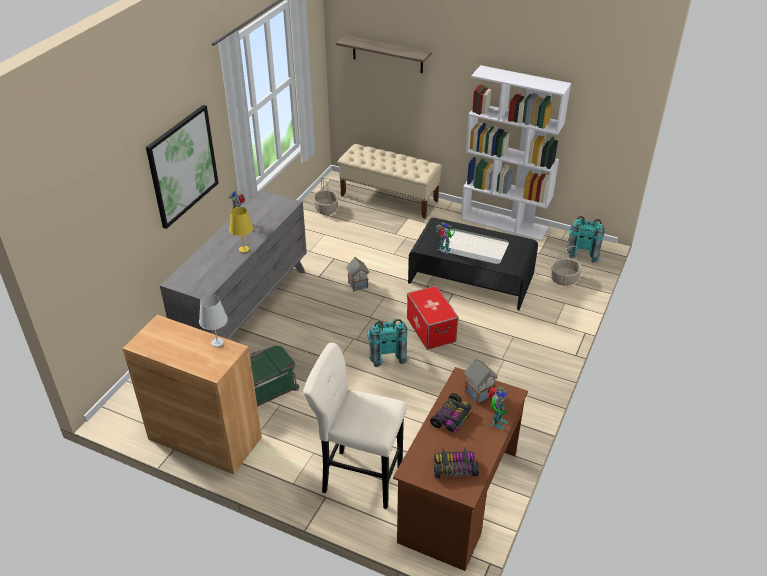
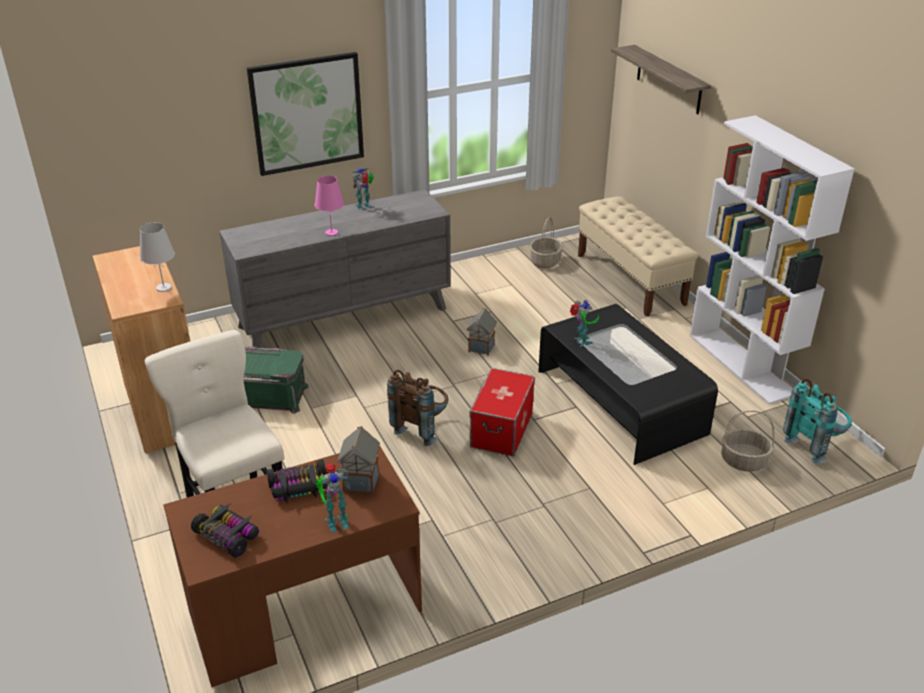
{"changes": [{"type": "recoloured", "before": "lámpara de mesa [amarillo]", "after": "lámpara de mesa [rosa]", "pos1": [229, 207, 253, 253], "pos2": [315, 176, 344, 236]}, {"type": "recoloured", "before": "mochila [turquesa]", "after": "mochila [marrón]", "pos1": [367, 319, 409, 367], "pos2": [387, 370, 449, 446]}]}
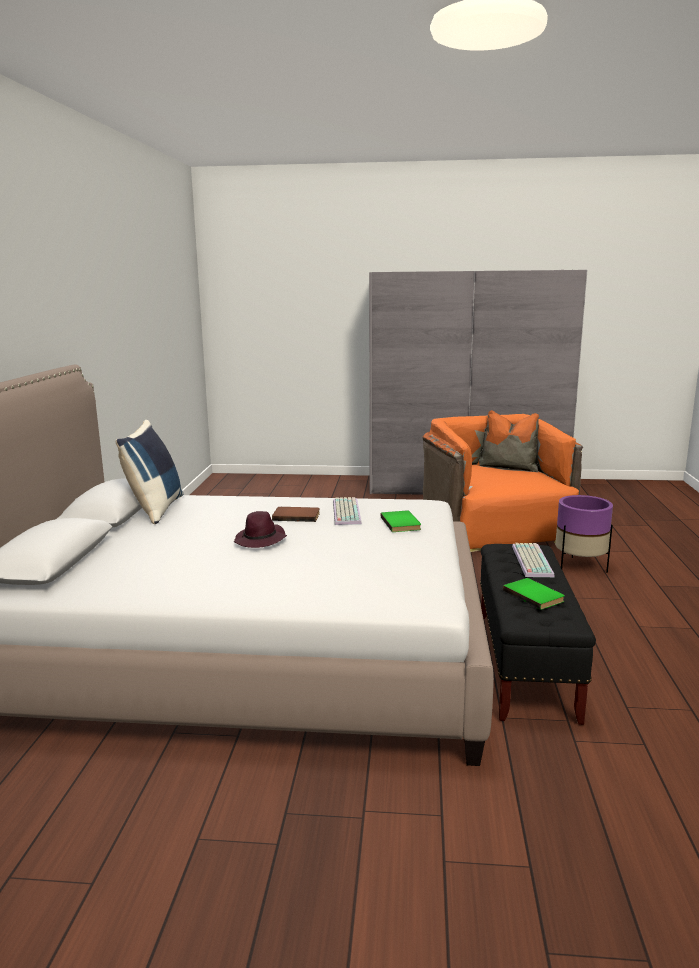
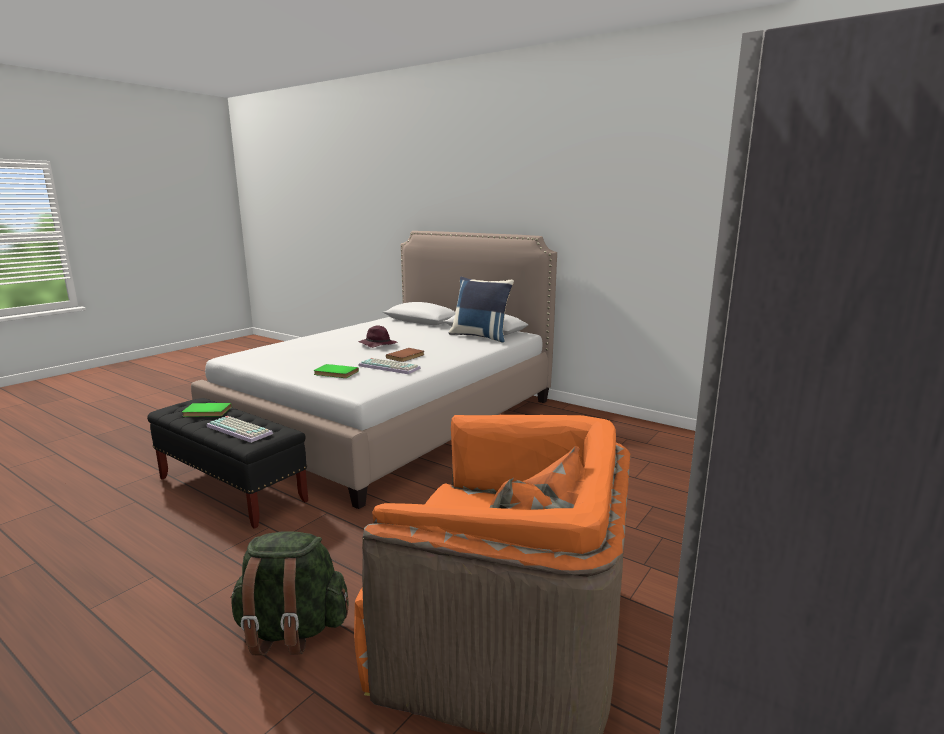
{"changes": [{"type": "replaced", "before": "maceta [morado]", "after": "mochila [verde]", "pos1": [555, 495, 613, 573], "pos2": [230, 532, 349, 656]}]}
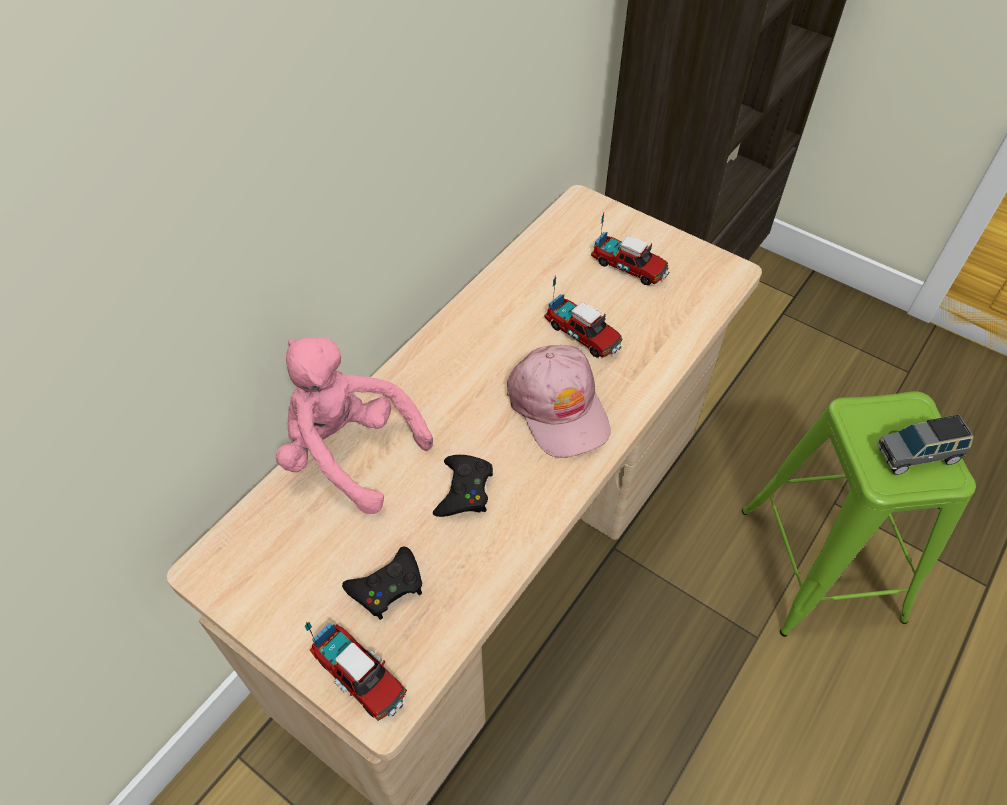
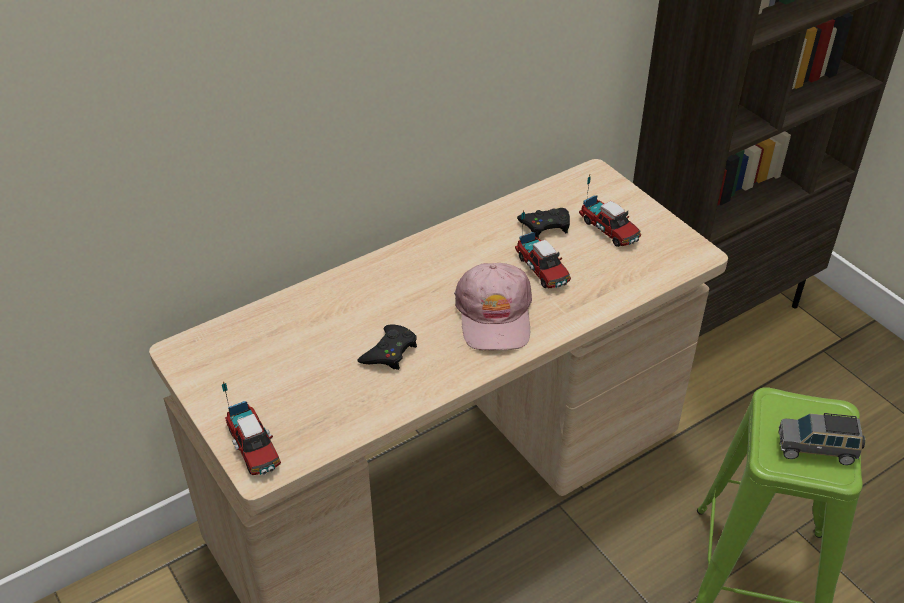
{"changes": [{"type": "removed", "before": "peluche [rosa]", "pos1": [276, 337, 433, 514]}, {"type": "moved", "before": "mando de consola [negro]", "pos1": [342, 546, 422, 620], "pos2": [517, 208, 570, 238]}]}
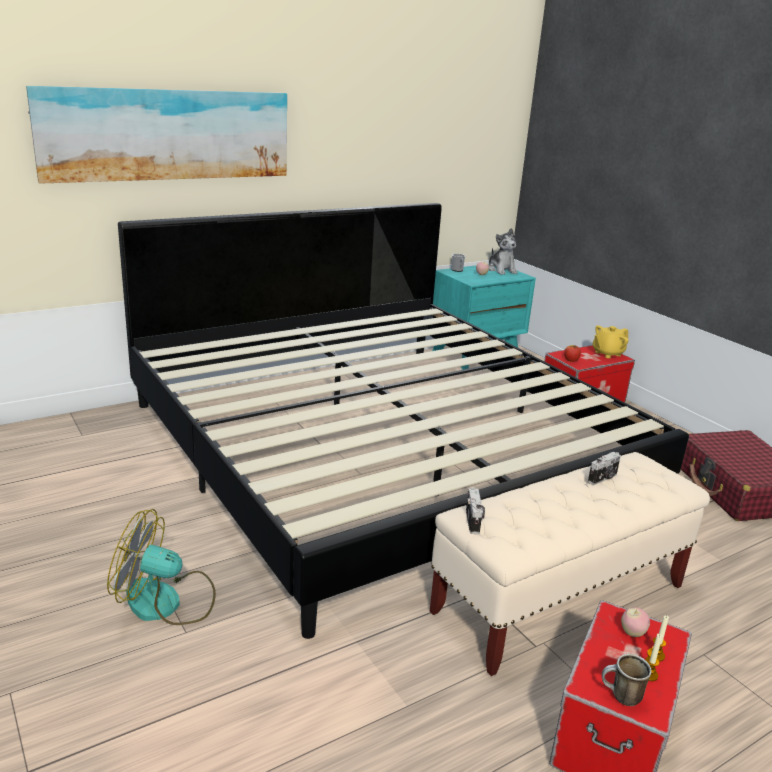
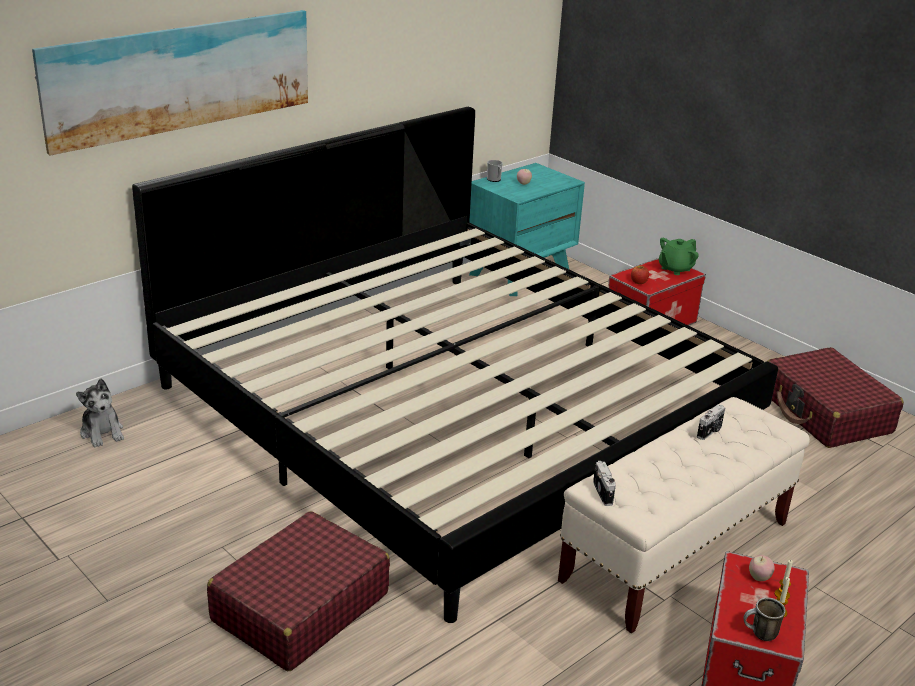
{"changes": [{"type": "moved", "before": "peluche", "pos1": [489, 228, 518, 275], "pos2": [76, 378, 124, 448]}, {"type": "replaced", "before": "ventilador", "after": "maleta [rojo]", "pos1": [107, 509, 216, 625], "pos2": [207, 511, 390, 671]}, {"type": "recoloured", "before": "tetera [amarillo]", "after": "tetera [verde]", "pos1": [593, 325, 629, 358], "pos2": [659, 238, 699, 275]}]}
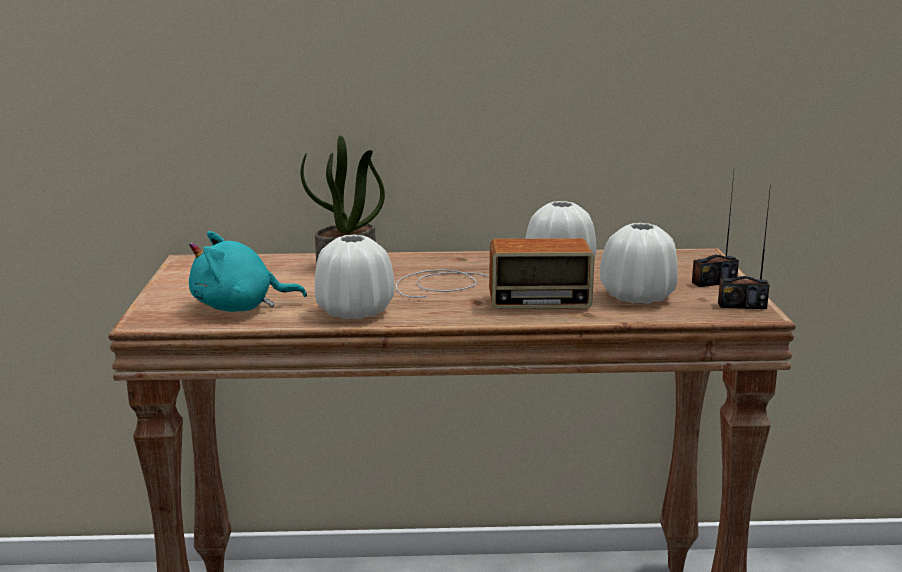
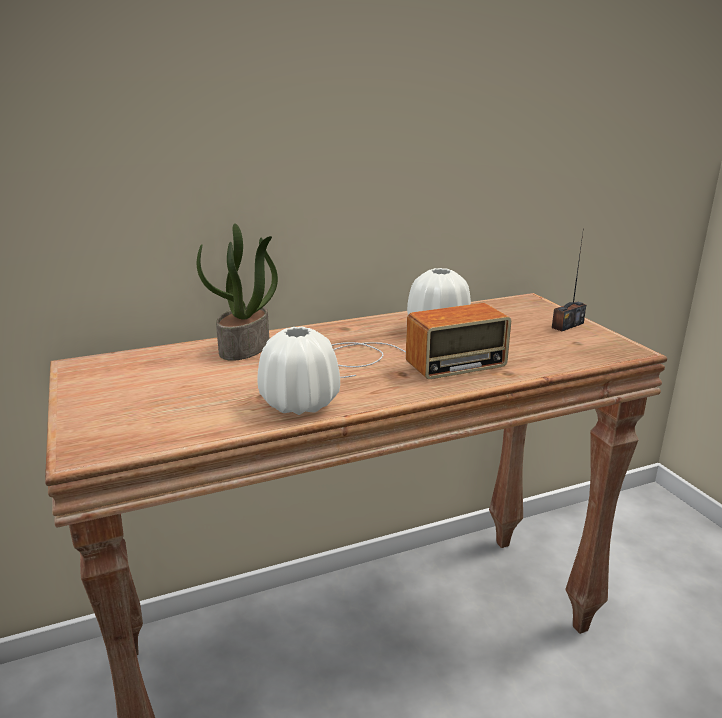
{"changes": [{"type": "removed", "before": "peluche [turquesa]", "pos1": [189, 231, 307, 312]}, {"type": "removed", "before": "florero [blanco]", "pos1": [600, 223, 678, 304]}, {"type": "removed", "before": "radio", "pos1": [718, 185, 771, 309]}]}
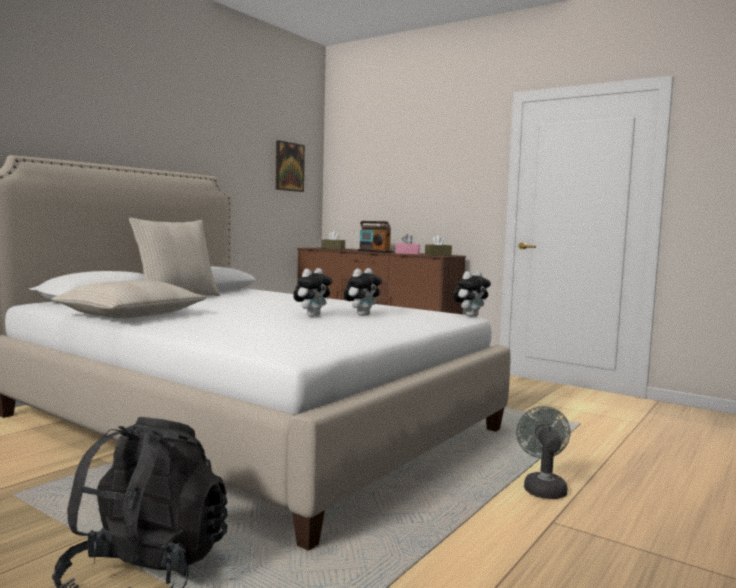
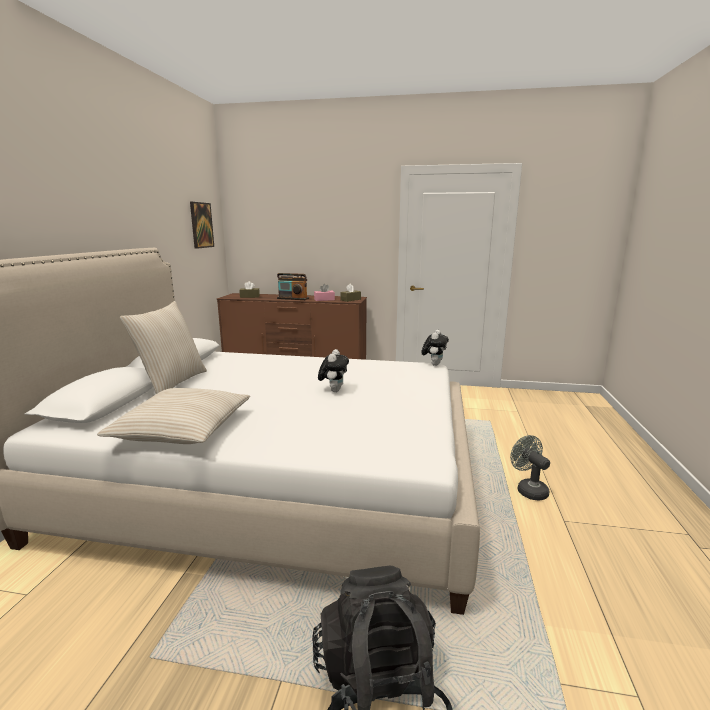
{"changes": [{"type": "removed", "before": "peluche", "pos1": [344, 268, 382, 316]}]}
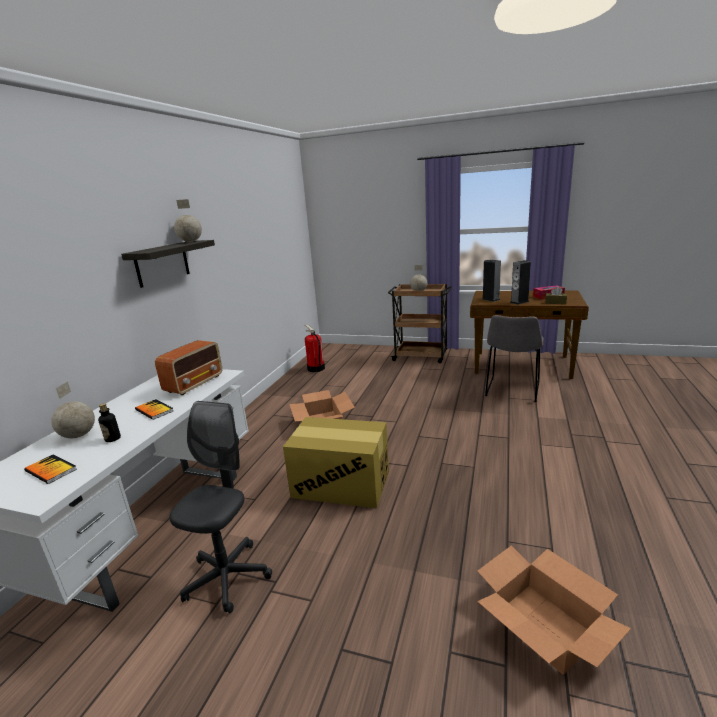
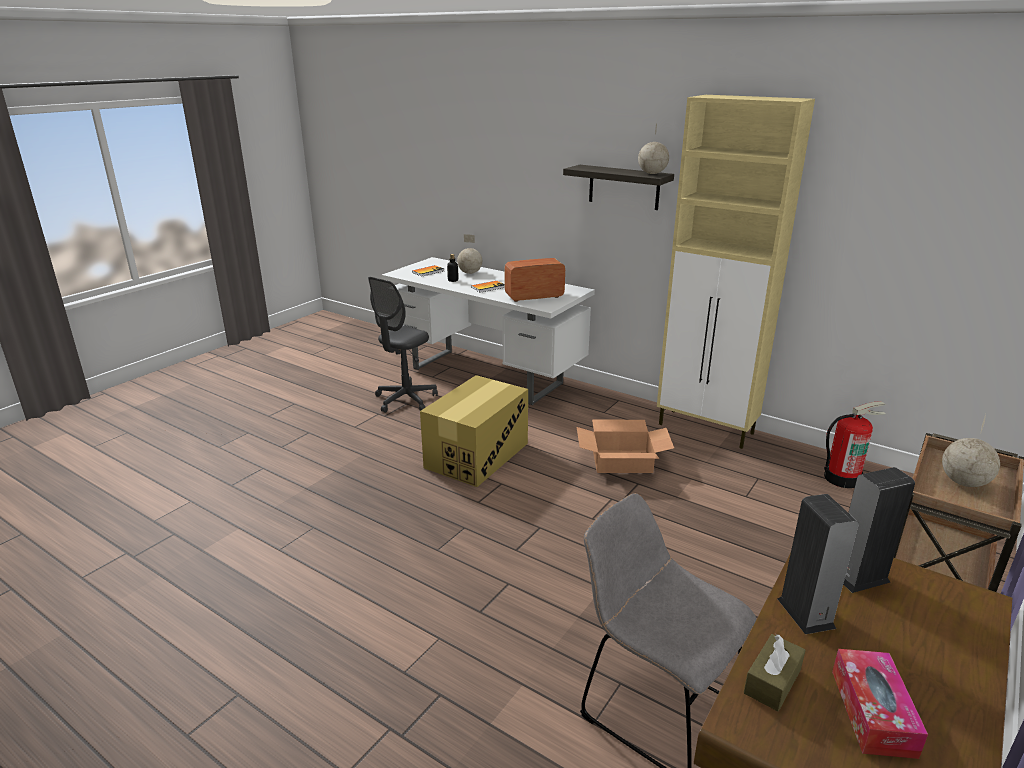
{"changes": [{"type": "removed", "before": "caja de cartón", "pos1": [477, 545, 631, 675]}, {"type": "added", "after": "armario [beis]", "pos2": [657, 95, 815, 449]}, {"type": "turned", "before": "radio", "pos1": [155, 340, 222, 395], "pos2": [504, 258, 565, 302], "turn": 120}, {"type": "turned", "before": "silla de oficina [gris]", "pos1": [169, 401, 272, 613], "pos2": [368, 277, 438, 413], "turn": 90}]}
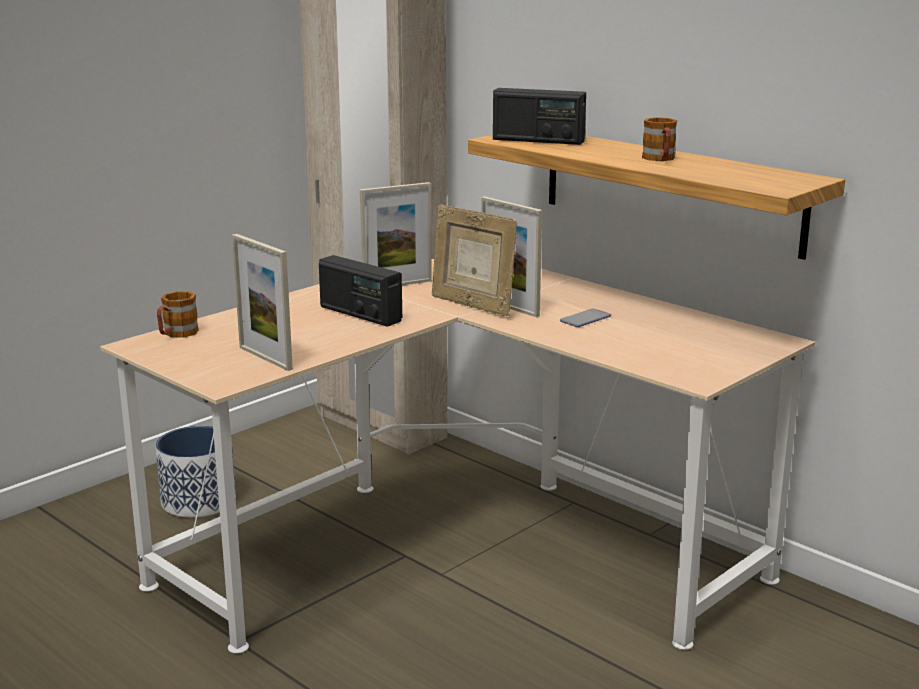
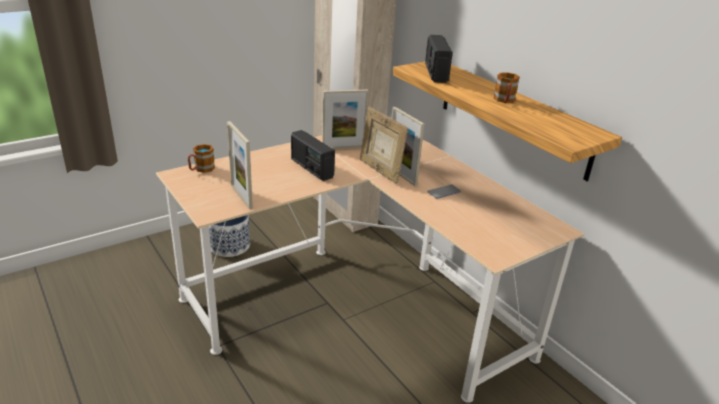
{"changes": [{"type": "turned", "before": "radio", "pos1": [493, 88, 586, 145], "pos2": [425, 35, 453, 83], "turn": 60}]}
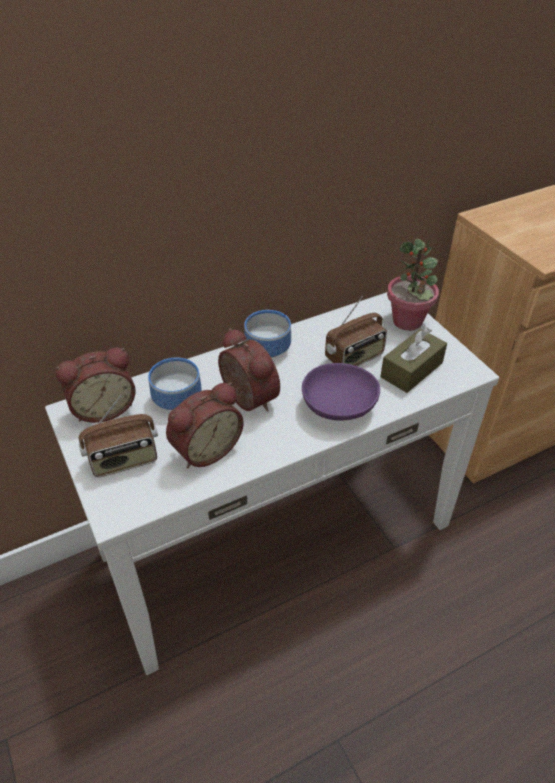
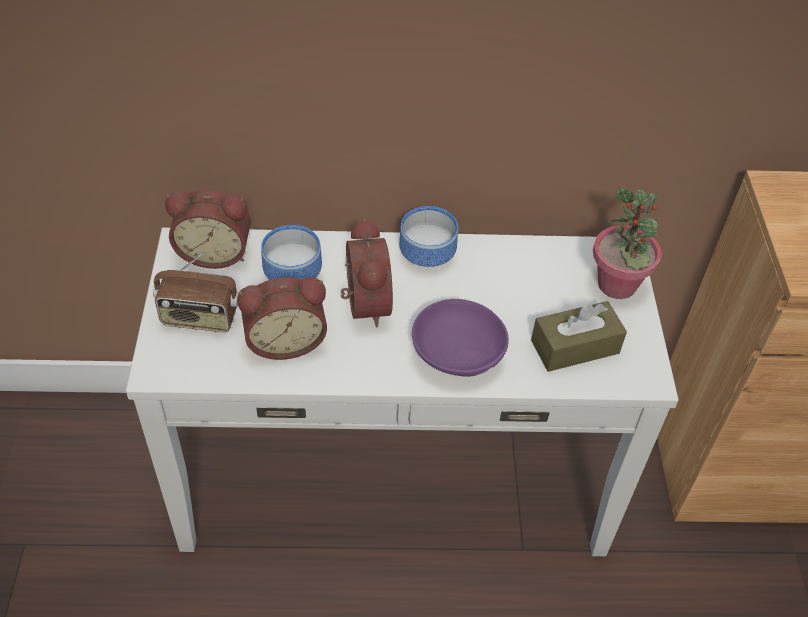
{"changes": [{"type": "removed", "before": "radio", "pos1": [325, 297, 387, 366]}]}
